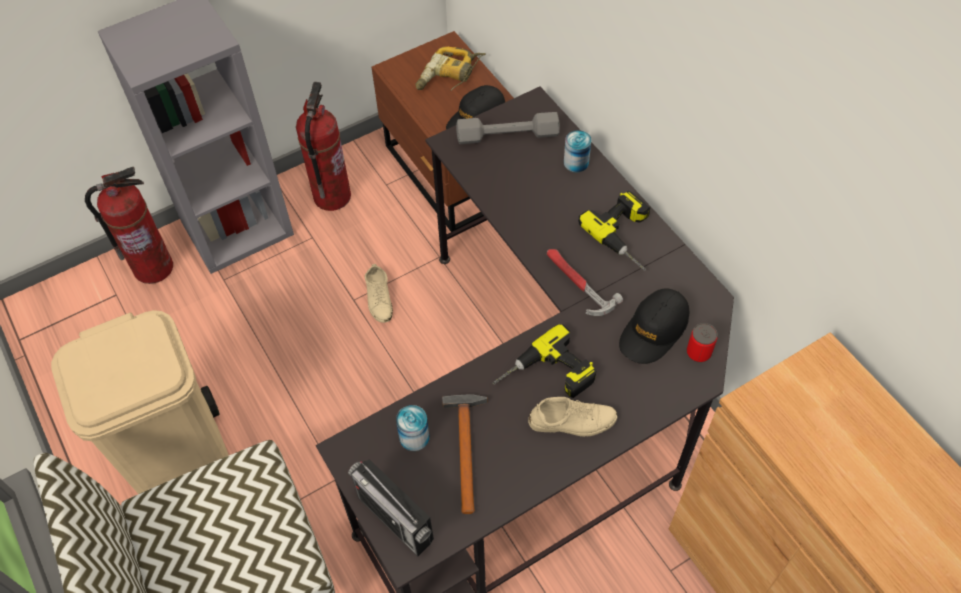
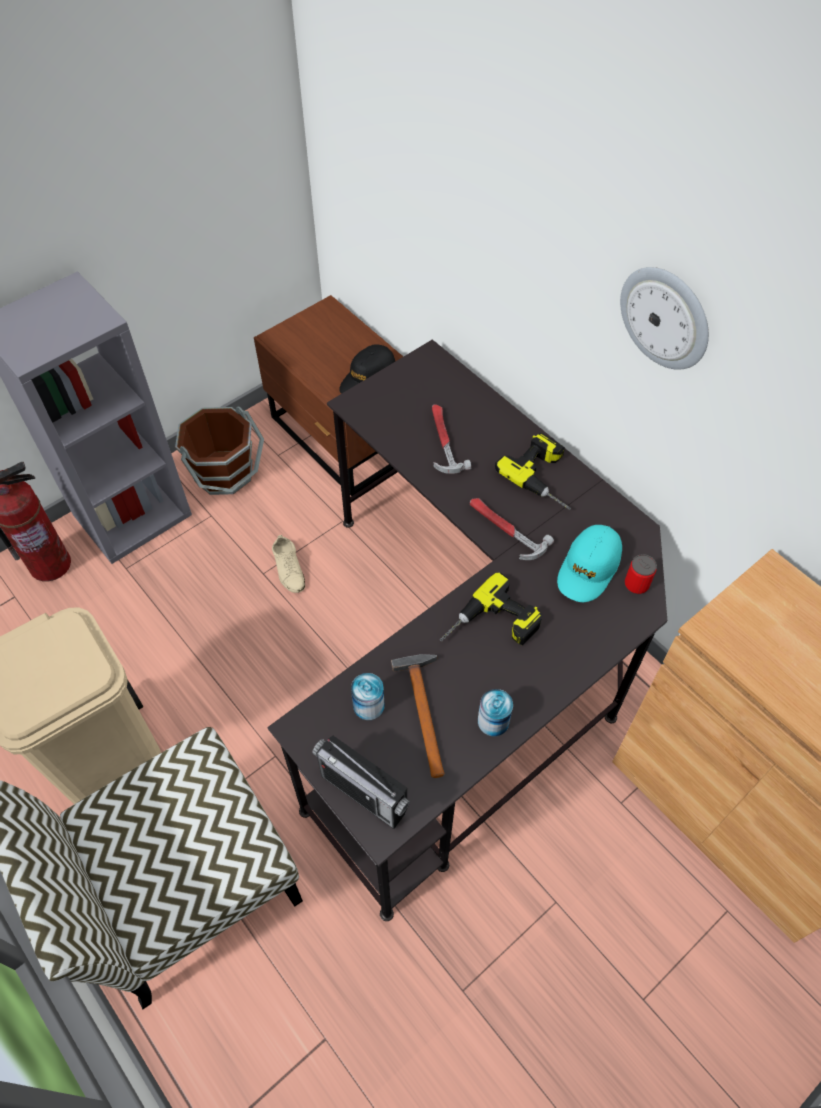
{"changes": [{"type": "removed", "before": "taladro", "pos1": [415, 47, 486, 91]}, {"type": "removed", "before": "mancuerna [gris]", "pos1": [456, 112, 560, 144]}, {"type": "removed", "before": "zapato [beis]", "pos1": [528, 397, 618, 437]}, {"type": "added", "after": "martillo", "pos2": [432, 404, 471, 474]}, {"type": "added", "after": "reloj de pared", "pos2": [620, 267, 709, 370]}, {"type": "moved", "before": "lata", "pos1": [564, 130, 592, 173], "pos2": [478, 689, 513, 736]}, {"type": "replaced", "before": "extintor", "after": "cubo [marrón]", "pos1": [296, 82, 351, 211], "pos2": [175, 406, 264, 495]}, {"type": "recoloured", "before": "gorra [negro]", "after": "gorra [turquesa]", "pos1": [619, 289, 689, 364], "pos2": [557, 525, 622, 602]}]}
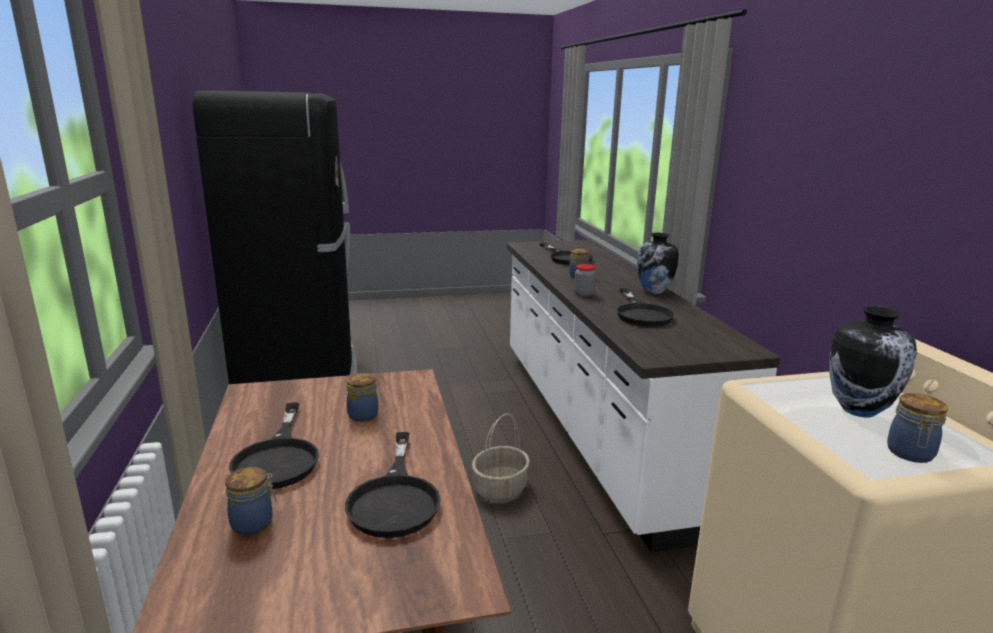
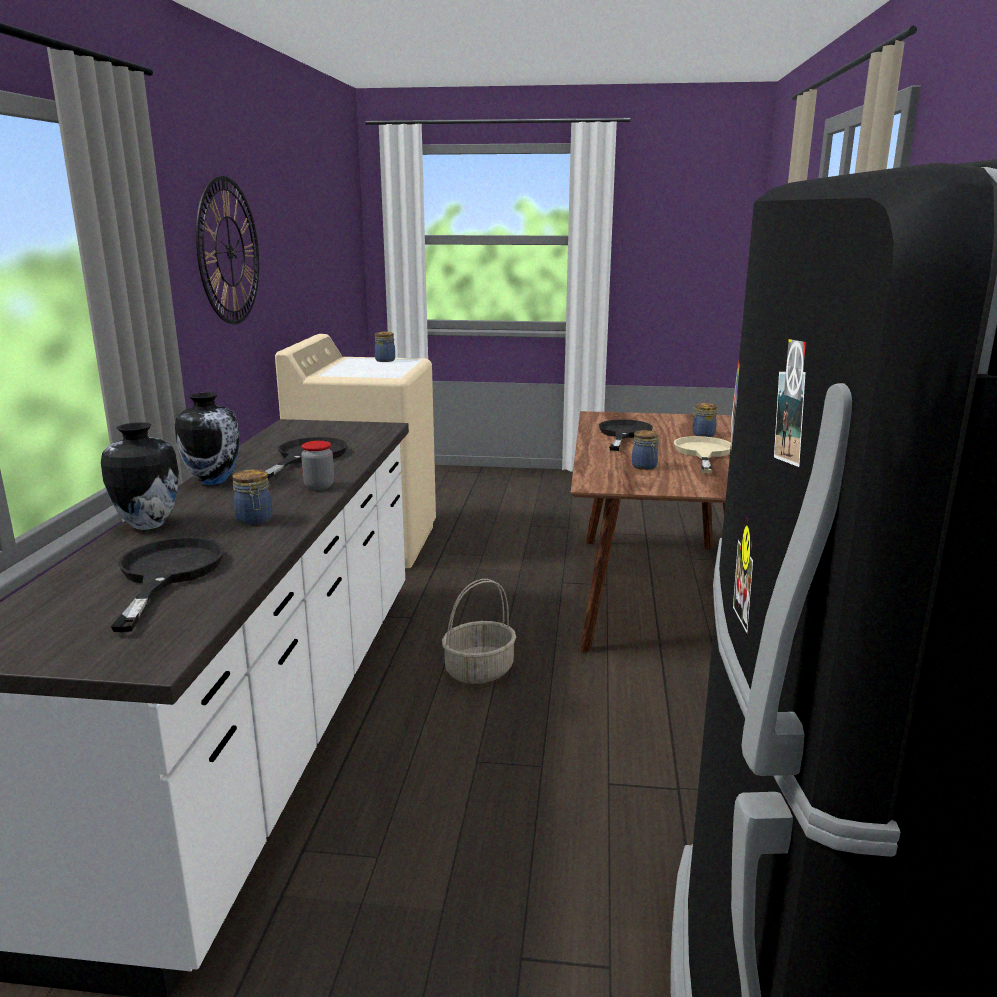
{"changes": [{"type": "added", "after": "reloj de pared", "pos2": [196, 176, 259, 324]}, {"type": "moved", "before": "florero", "pos1": [830, 306, 917, 418], "pos2": [101, 422, 179, 530]}, {"type": "recoloured", "before": "sartén [negro]", "after": "sartén [beis]", "pos1": [229, 403, 319, 489], "pos2": [674, 436, 731, 473]}]}
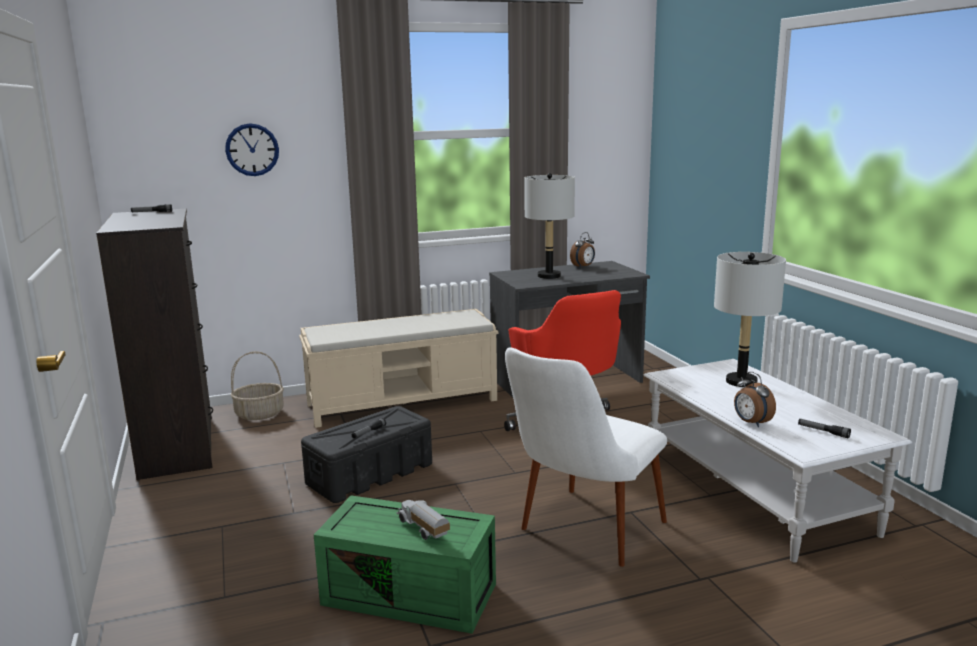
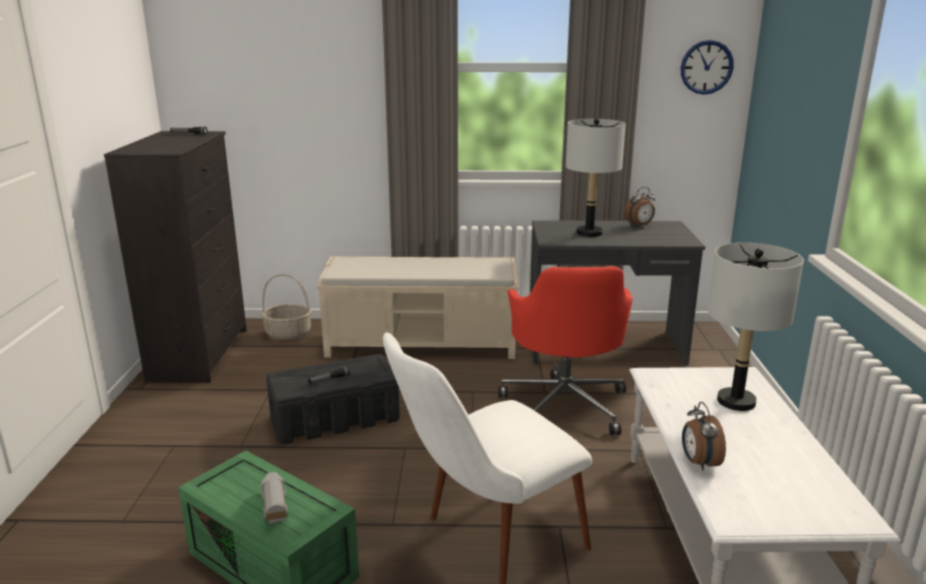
{"changes": [{"type": "removed", "before": "linterna", "pos1": [798, 419, 851, 439]}, {"type": "moved", "before": "reloj de pared", "pos1": [225, 123, 279, 176], "pos2": [681, 40, 734, 95]}]}
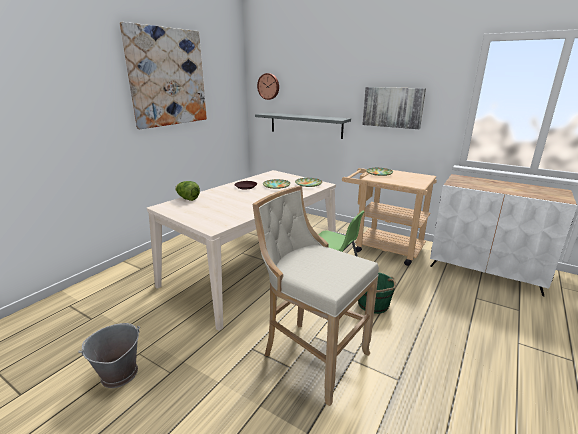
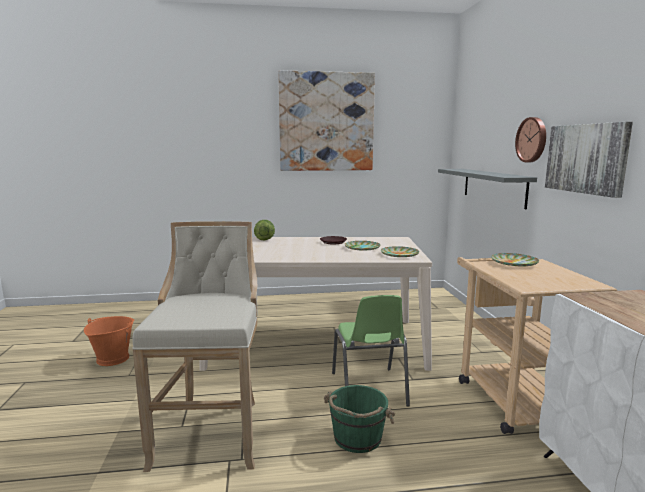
{"changes": [{"type": "moved", "before": "reloj de pared", "pos1": [257, 73, 279, 100], "pos2": [515, 117, 546, 162]}, {"type": "recoloured", "before": "cubo [gris]", "after": "cubo [naranja]", "pos1": [78, 323, 140, 388], "pos2": [84, 316, 134, 366]}]}
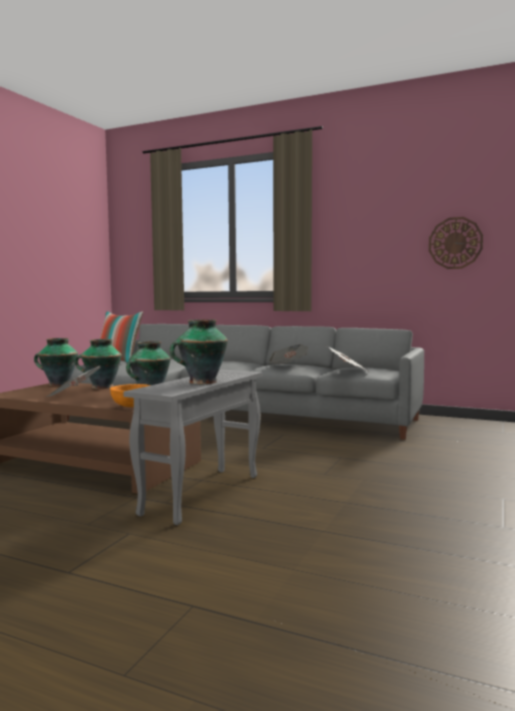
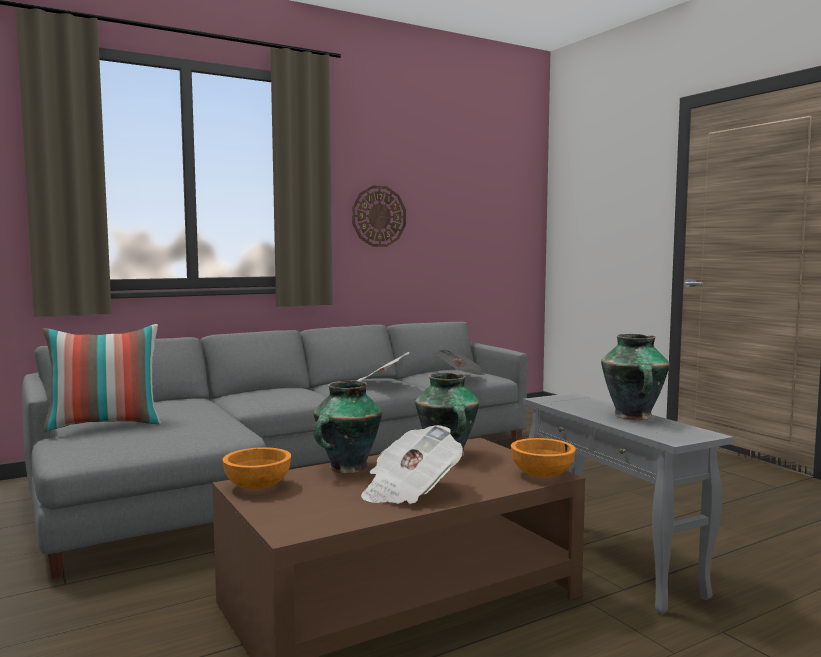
{"changes": [{"type": "moved", "before": "reloj de pared", "pos1": [429, 217, 483, 269], "pos2": [352, 185, 406, 247]}, {"type": "replaced", "before": "florero", "after": "cuenco [naranja]", "pos1": [34, 338, 78, 386], "pos2": [222, 447, 291, 490]}]}
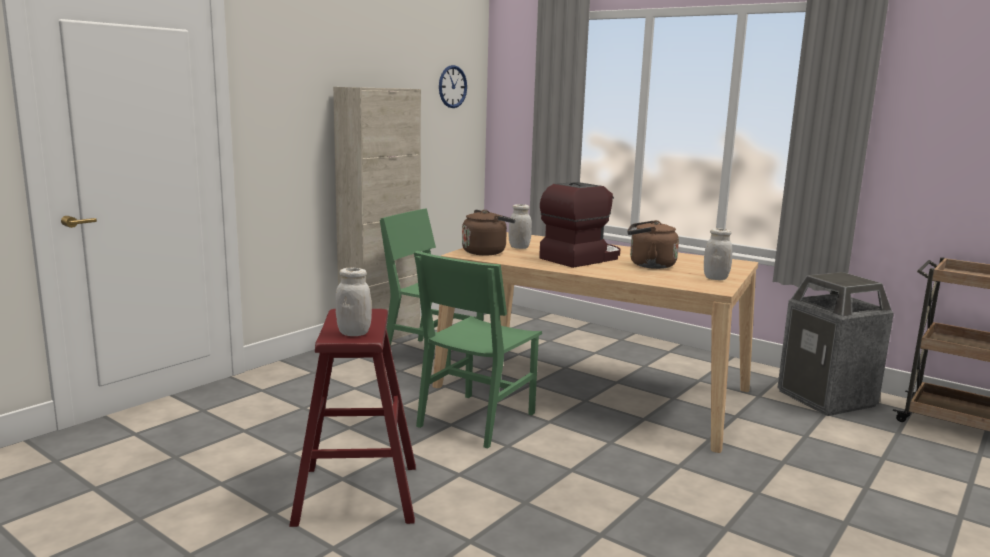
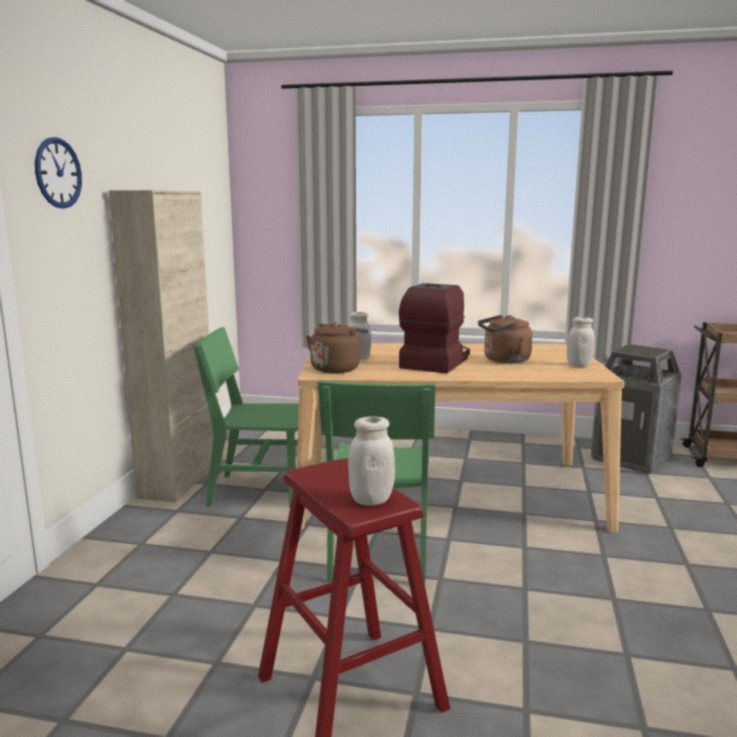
{"changes": [{"type": "moved", "before": "reloj de pared", "pos1": [439, 65, 467, 108], "pos2": [35, 137, 82, 209]}]}
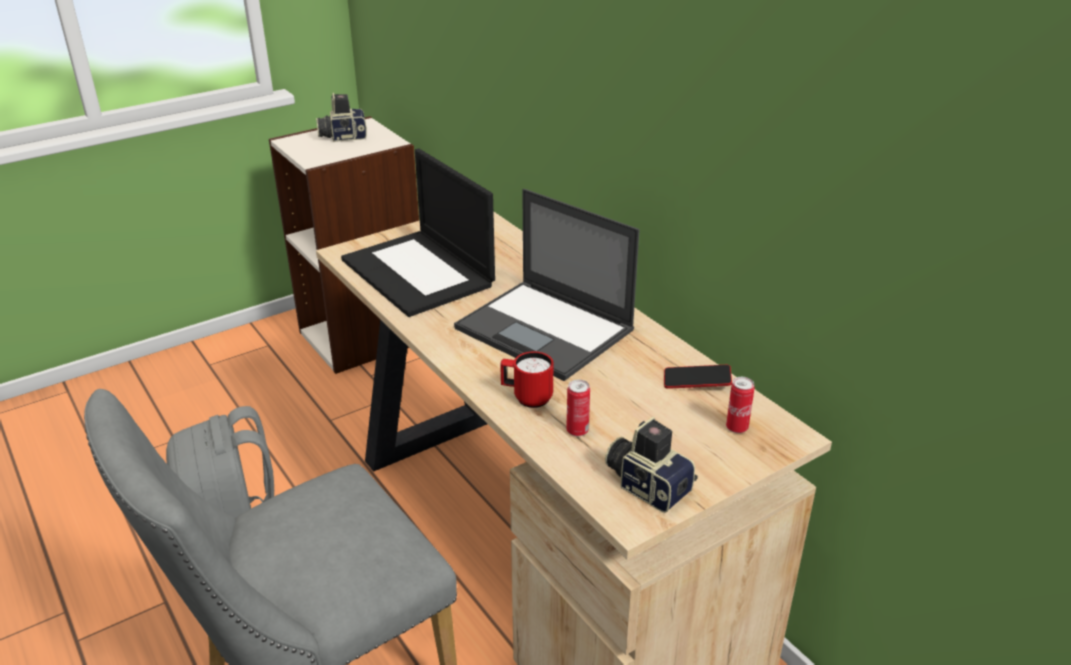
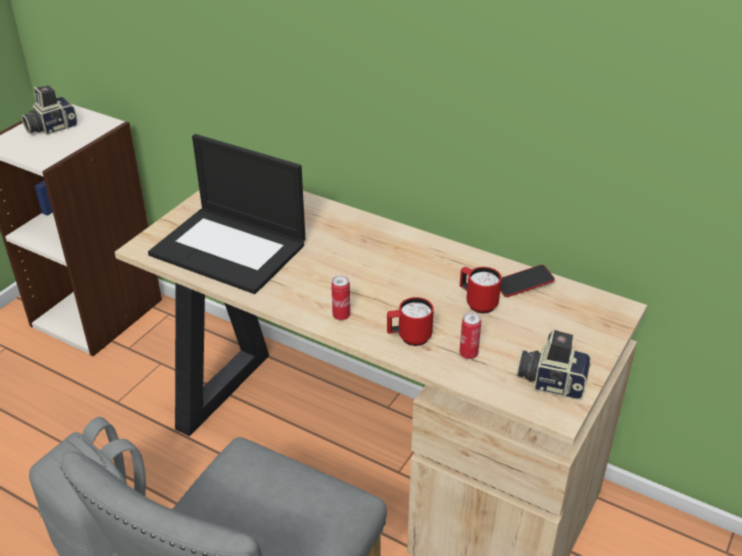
{"changes": [{"type": "removed", "before": "portátil", "pos1": [454, 189, 640, 381]}, {"type": "added", "after": "taza grande [rojo]", "pos2": [460, 267, 502, 313]}, {"type": "moved", "before": "lata", "pos1": [726, 377, 755, 433], "pos2": [331, 275, 350, 320]}]}
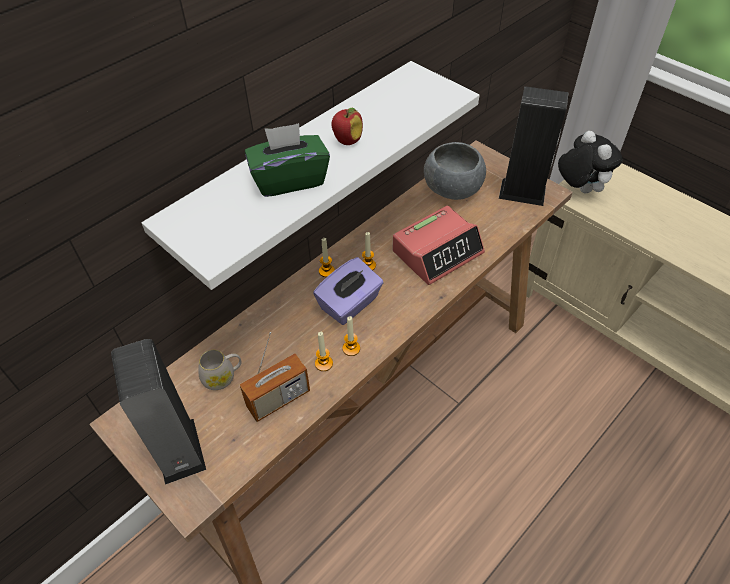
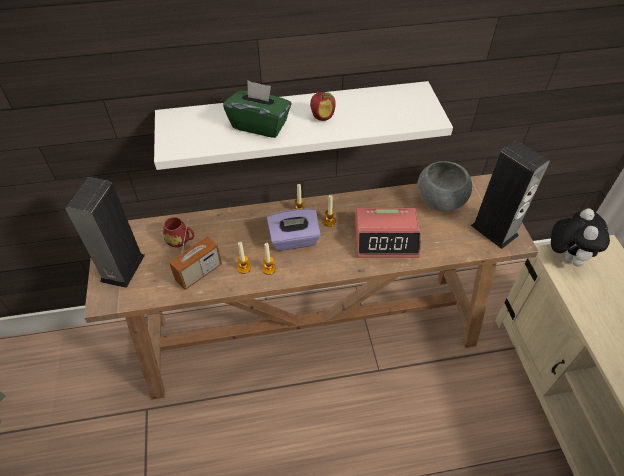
{"changes": [{"type": "recoloured", "before": "taza grande [blanco]", "after": "taza grande [rojo]", "pos1": [198, 350, 242, 390], "pos2": [163, 217, 194, 247]}, {"type": "turned", "before": "radio", "pos1": [239, 332, 310, 422], "pos2": [169, 219, 222, 290], "turn": -45}]}
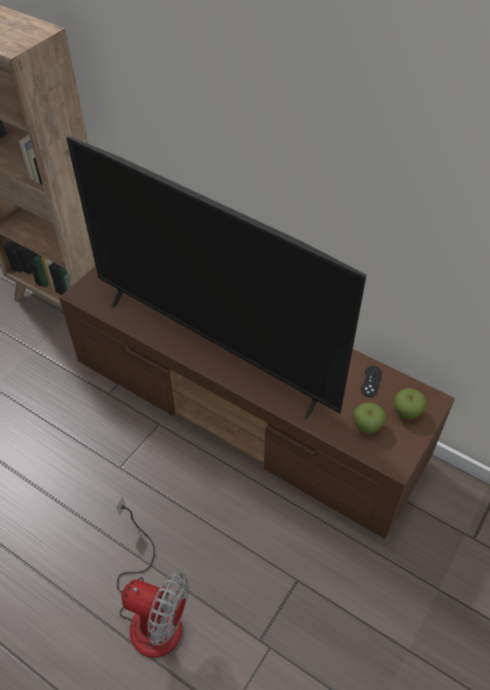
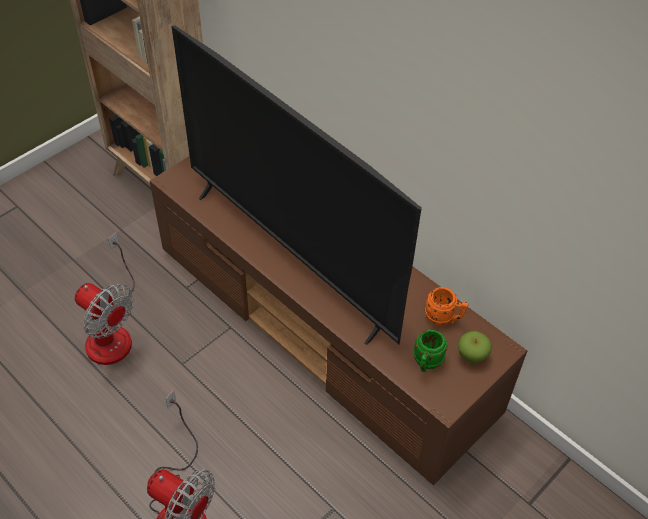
{"changes": [{"type": "added", "after": "ventilador", "pos2": [75, 232, 135, 365]}, {"type": "replaced", "before": "manzana", "after": "taza grande [verde]", "pos1": [353, 402, 386, 434], "pos2": [414, 329, 447, 372]}, {"type": "replaced", "before": "mando de consola [negro]", "after": "taza grande [naranja]", "pos1": [361, 366, 382, 397], "pos2": [425, 287, 468, 325]}]}
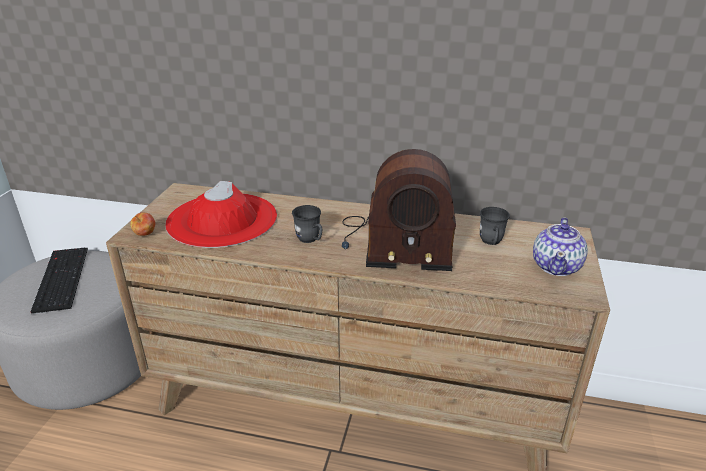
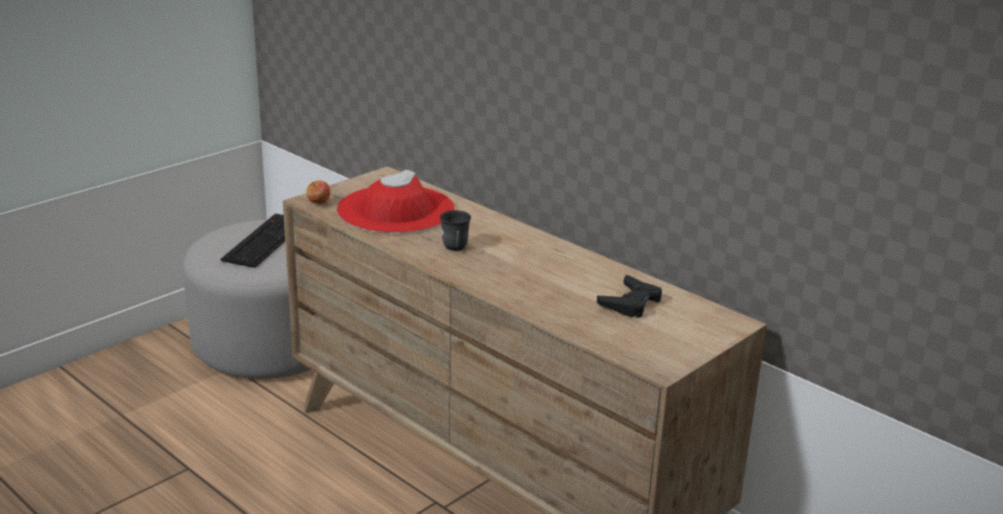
{"changes": [{"type": "removed", "before": "radio", "pos1": [342, 149, 456, 271]}, {"type": "removed", "before": "tetera", "pos1": [533, 217, 588, 276]}, {"type": "replaced", "before": "taza grande [gris]", "after": "mando de consola [negro]", "pos1": [480, 207, 510, 245], "pos2": [597, 275, 662, 318]}]}
